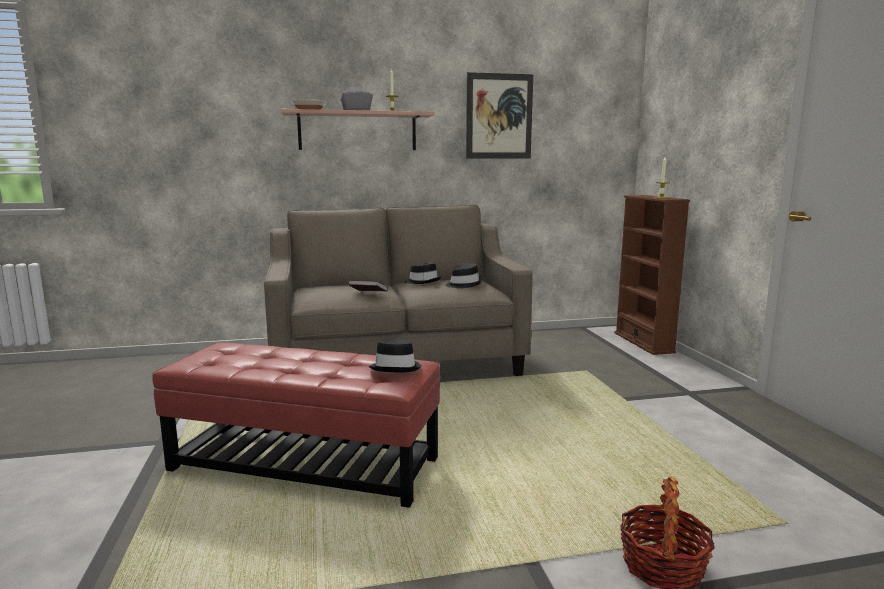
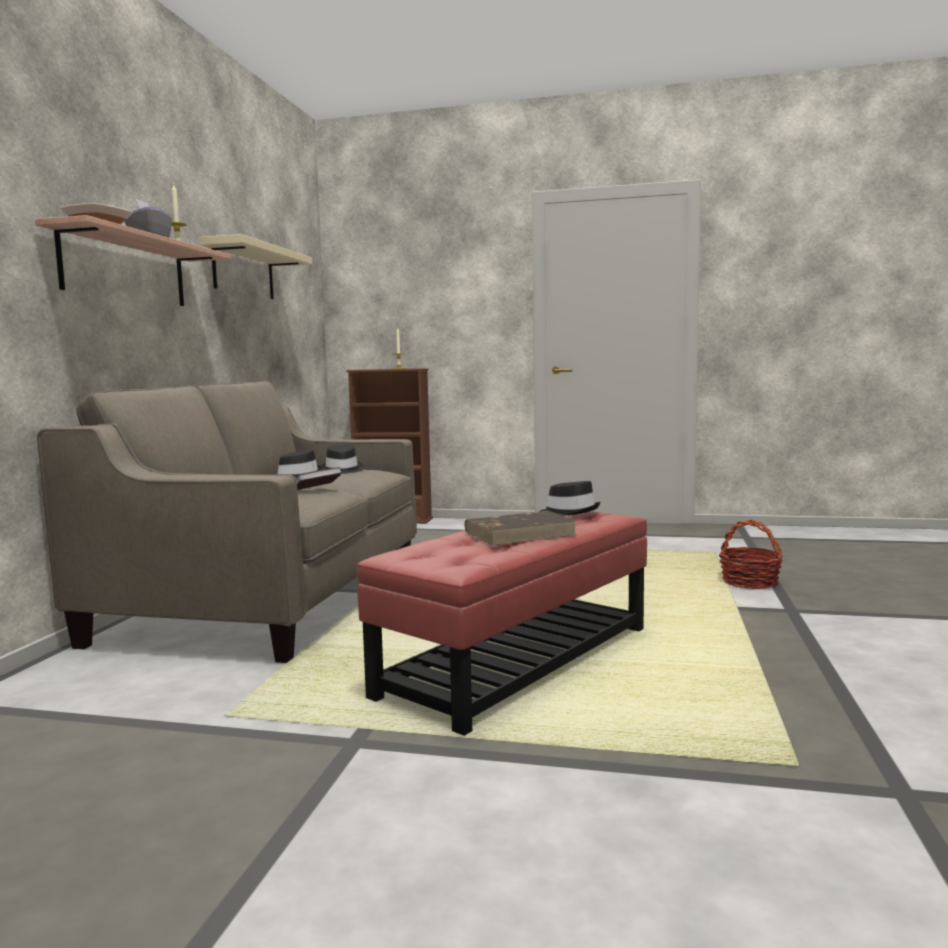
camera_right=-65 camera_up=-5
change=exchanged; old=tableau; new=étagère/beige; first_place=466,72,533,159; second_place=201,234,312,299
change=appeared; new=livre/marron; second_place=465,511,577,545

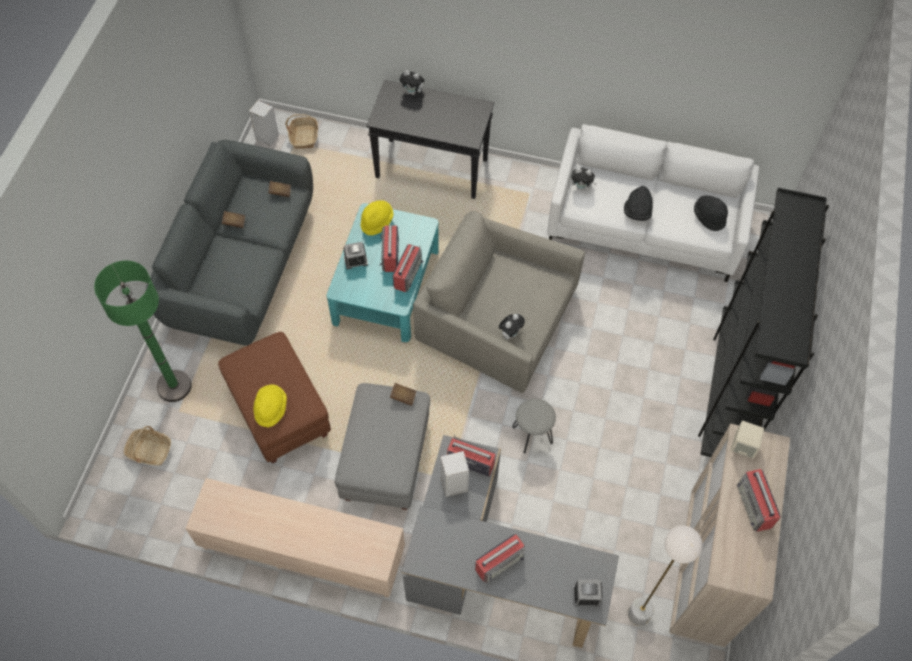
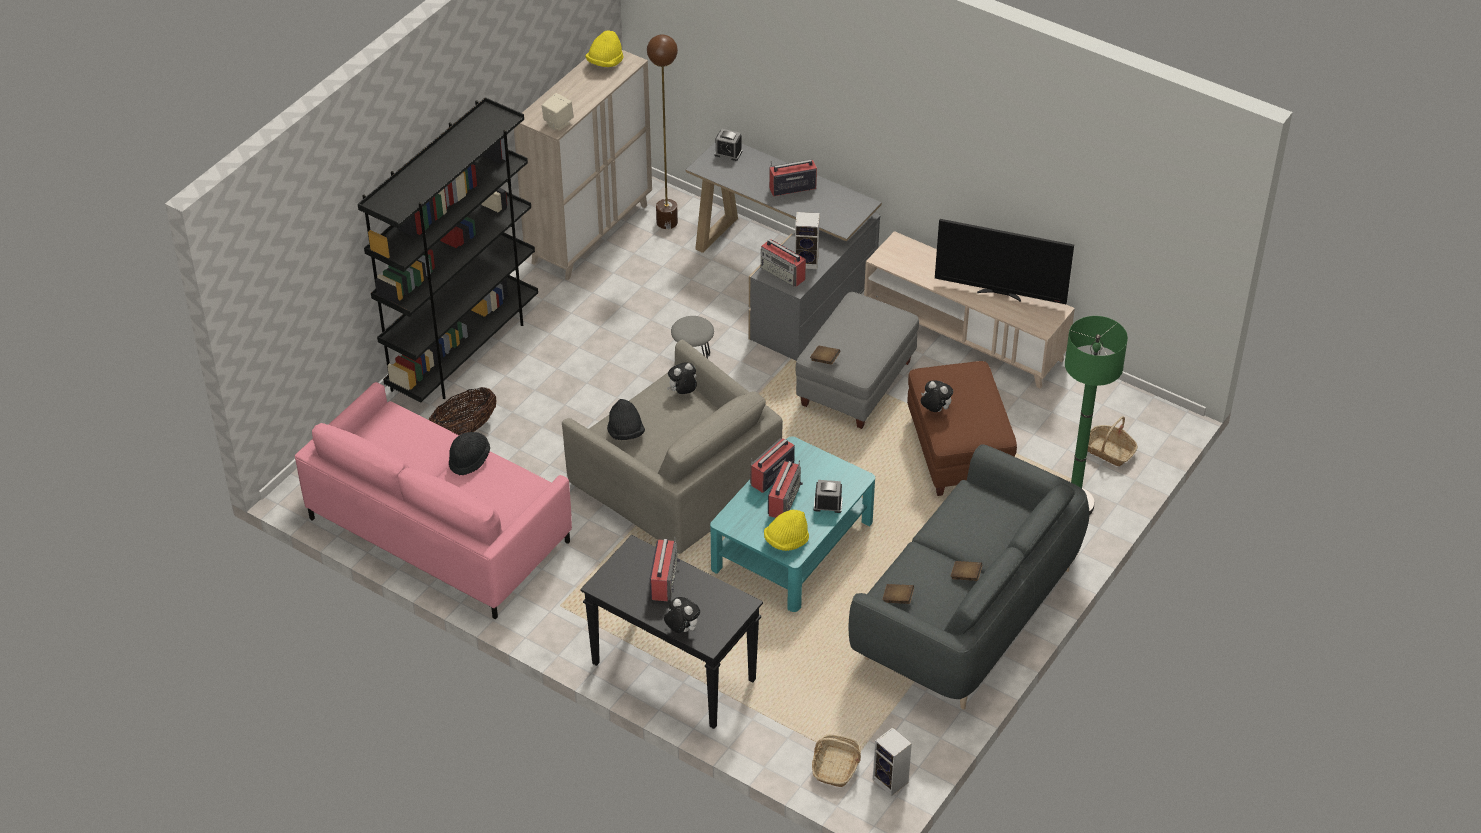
camera_right=-160 camera_up=-15
change=relocated; old=chapeau/jaune; first_place=253,384,287,428; second_place=585,30,623,67
change=colour; old=canapé/blanc; new=canapé/rose; first_place=548,124,759,282; second_place=295,382,572,620
change=relocated; old=peluche; first_place=571,168,597,191; second_place=921,381,953,412
change=colour; old=lampadaire/blanc; new=lampadaire/marron; first_place=628,525,703,626; second_place=647,35,678,229
change=relocated; old=chapeau/noir; first_place=694,195,728,231; second_place=607,399,645,440
change=relocated; old=radio; first_place=737,469,781,532; second_place=650,537,680,601
change=appeared; new=panier; second_place=429,387,497,435
change=appeared; new=téléviseur; second_place=935,219,1074,304

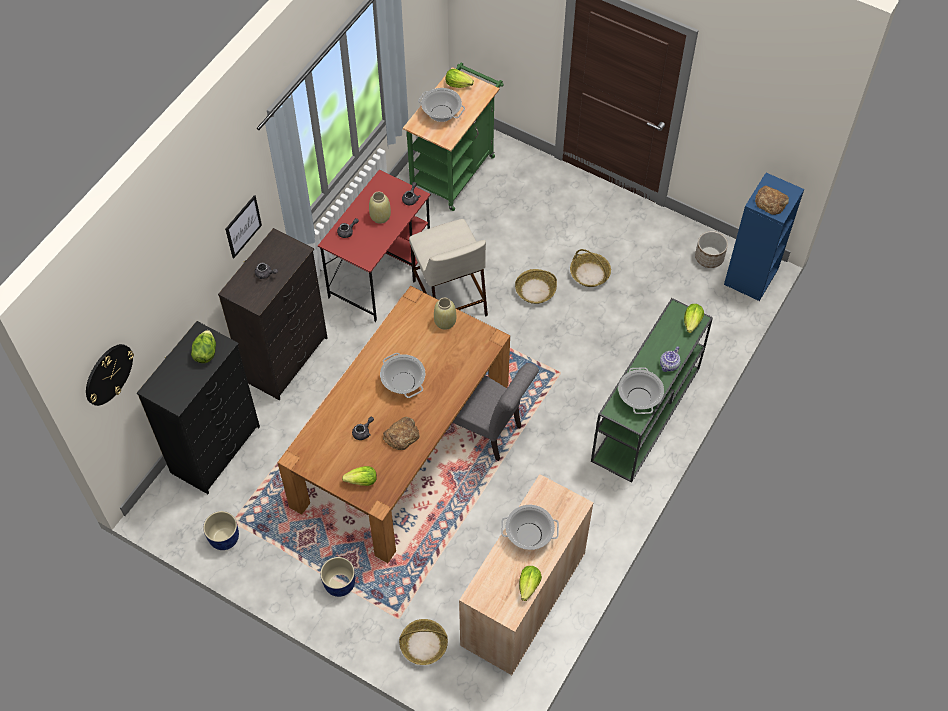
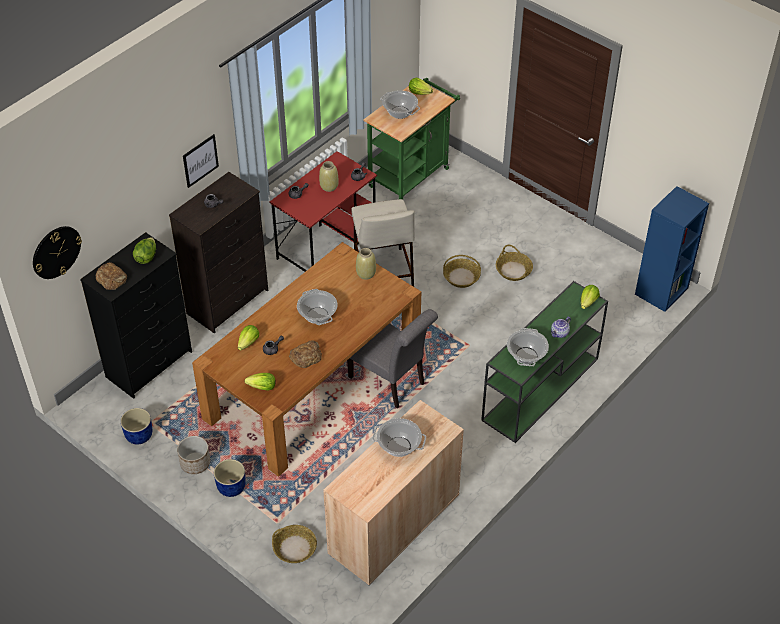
camera_right=10 camera_up=-10
change=relocated; old=laitue; first_place=519,566,542,601; second_place=238,325,259,351
change=relocated; old=cache-pot; first_place=695,231,728,268; second_place=177,436,210,474
change=relocated; old=pain; first_place=755,186,789,215; second_place=96,262,127,290

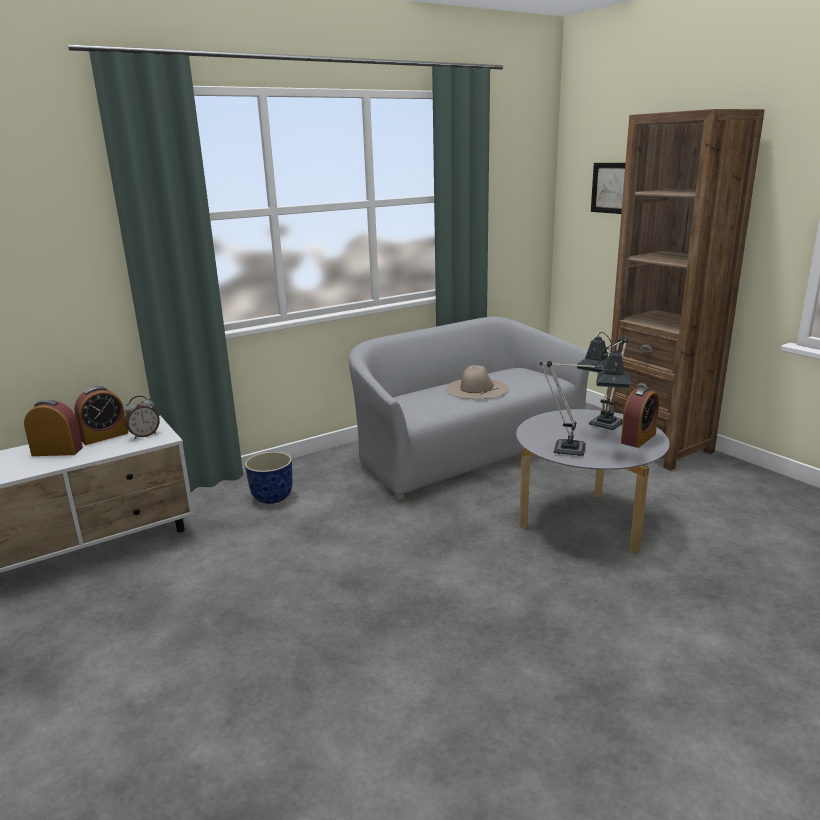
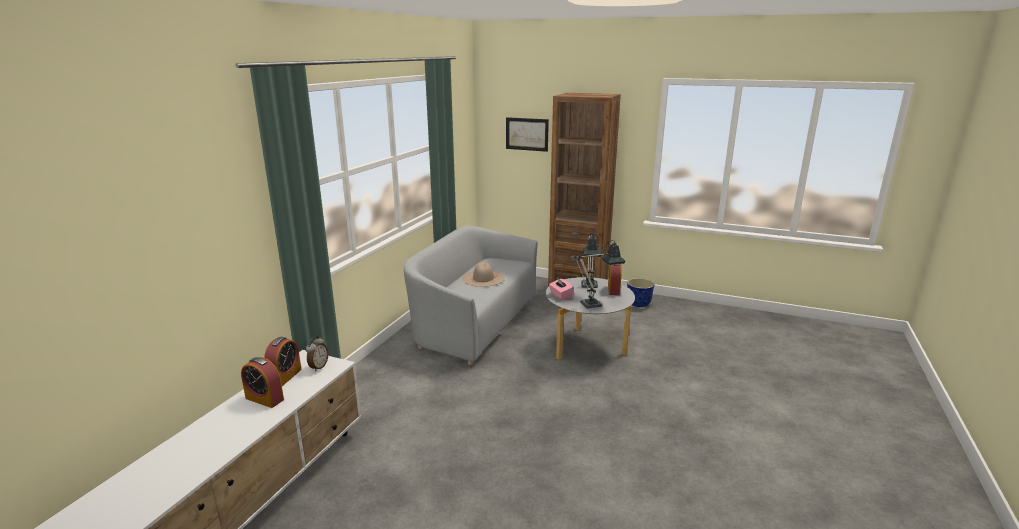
camera_right=-35 camera_up=0
change=spun; old=réveil; first_place=24,399,83,456; second_place=241,357,284,408; degrees=-120
change=relocated; old=cache-pot; first_place=245,452,292,504; second_place=627,278,654,307
change=appeared; new=boîte à mouchoirs/rose; second_place=549,278,574,300

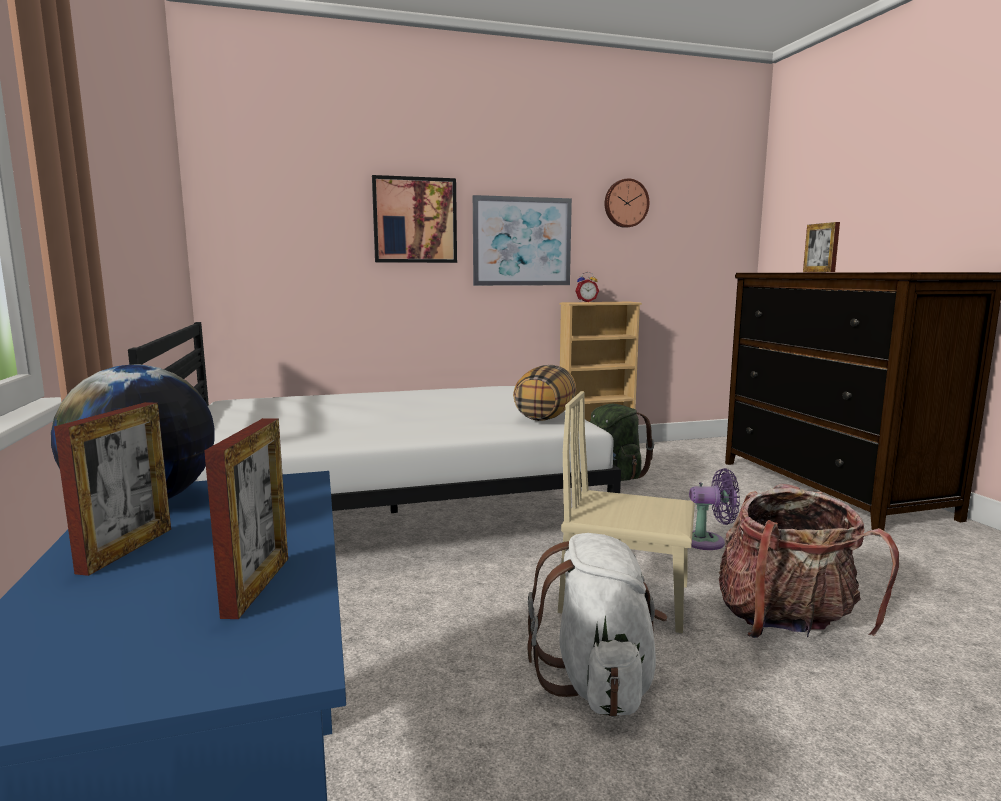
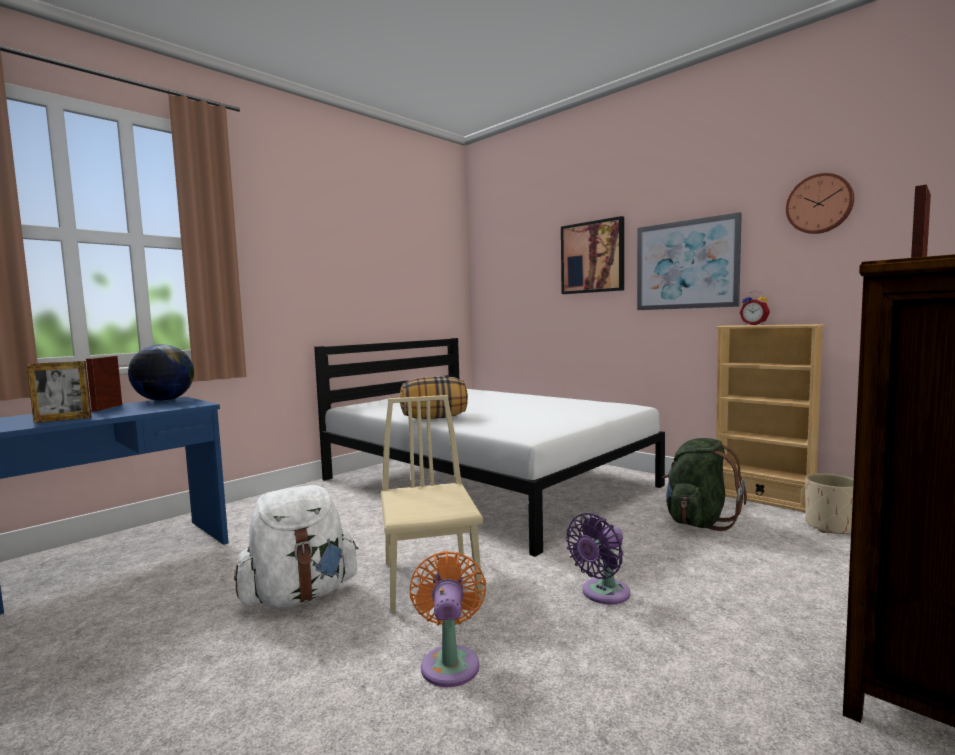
camera_right=60 camera_up=-5
change=spun; old=cadre photo; first_place=54,402,171,576; second_place=86,356,122,412; degrees=105
change=relocated; old=coussin; first_place=513,365,576,421; second_place=400,376,468,419
change=spun; old=ventilateur/violet; first_place=689,468,740,550; second_place=565,513,630,605; degrees=75
change=exchanged; old=sac à dos; new=ventilateur/orange; first_place=718,484,899,638; second_place=410,551,486,687
change=appeared; new=cache-pot/beige; second_place=805,473,854,534

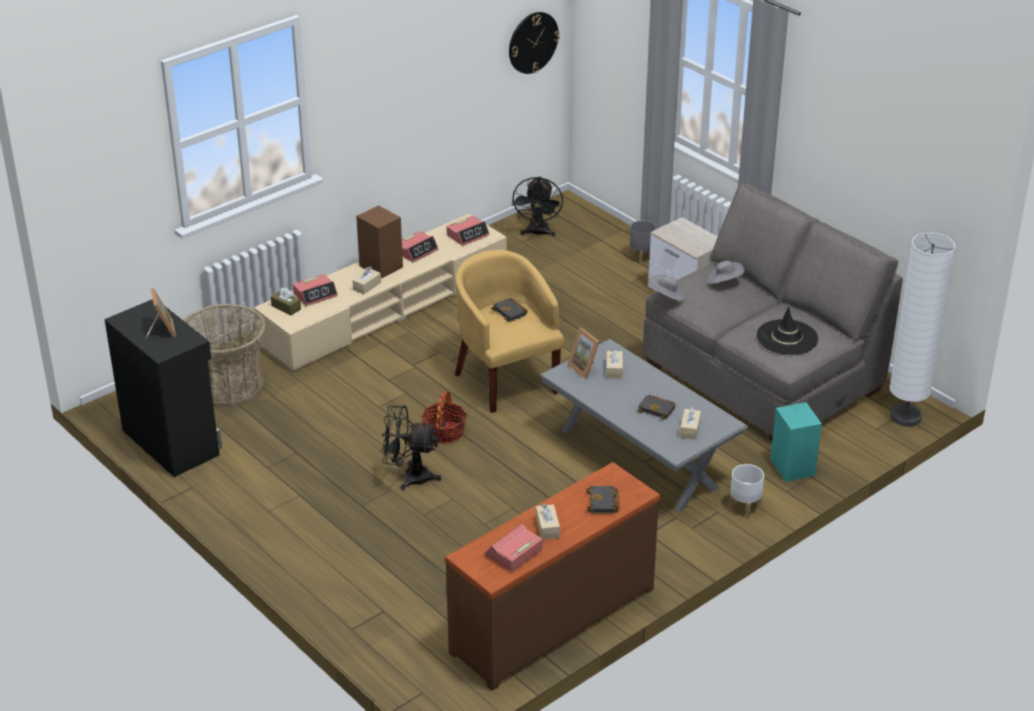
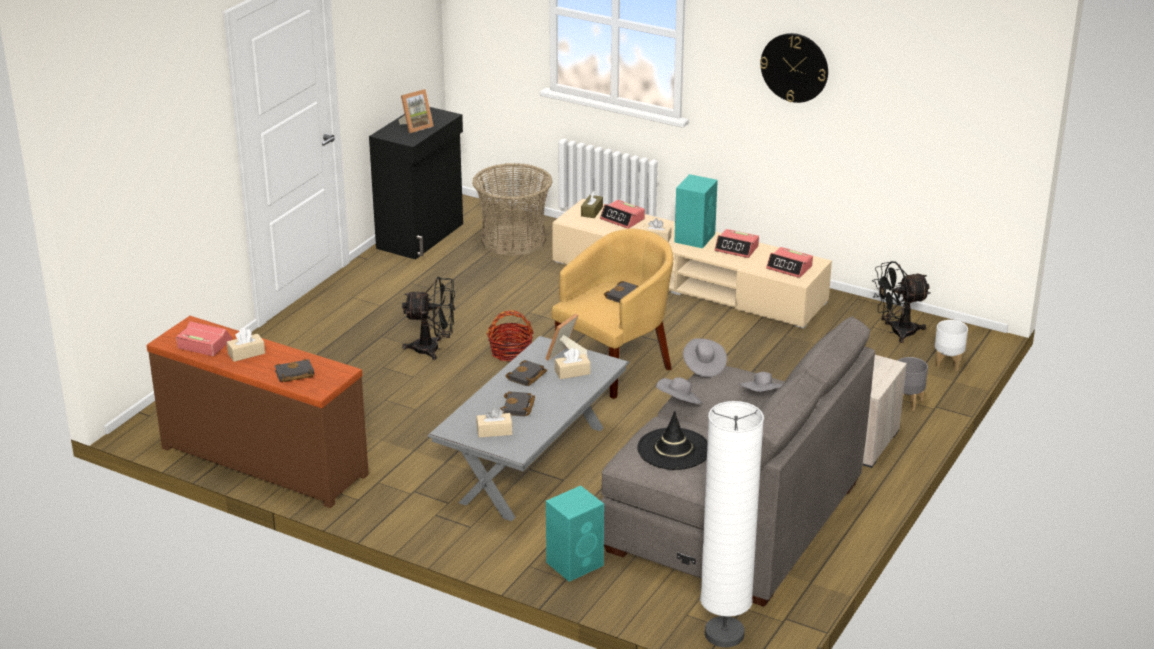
camera_right=70 camera_up=-5
change=colour; old=enceinte/marron; new=enceinte/turquoise; first_place=356,205,403,279; second_place=674,174,718,248
change=spun; old=ventilateur/noir; first_place=381,405,442,490; second_place=402,276,455,360; degrees=105
change=relocated; old=horloge murale; first_place=509,12,560,74; second_place=760,33,828,103
change=relocated; old=cache-pot/blanc; first_place=729,464,764,518; second_place=935,320,968,371
change=appeared; new=livre/noir; second_place=505,360,547,386
change=appeared; new=chapeau/gris; second_place=656,377,702,404

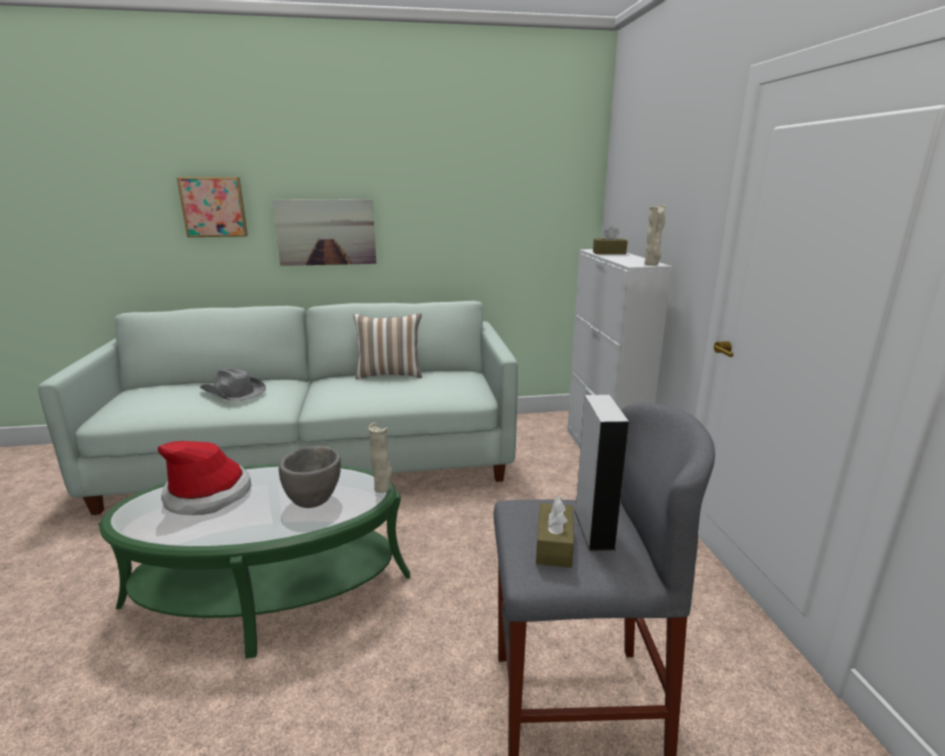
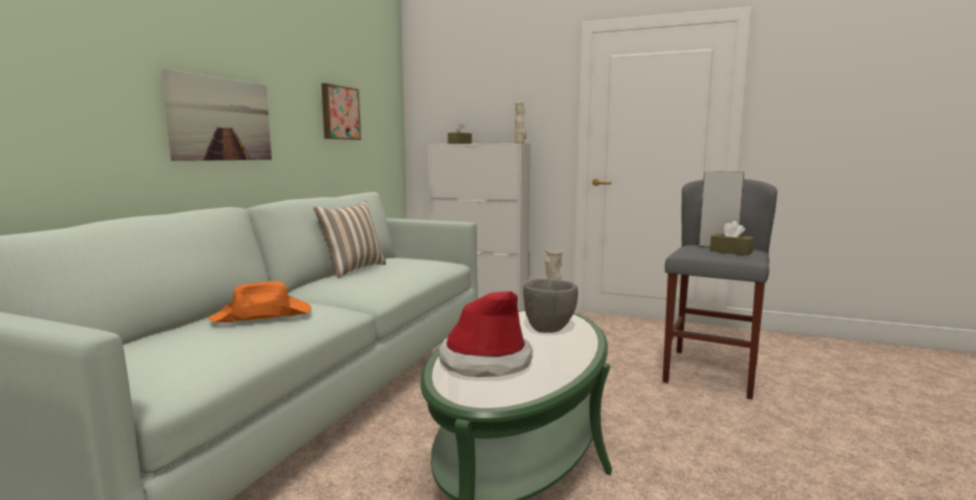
camera_right=-60 camera_up=-10
change=relocated; old=tableau; first_place=177,177,248,237; second_place=321,83,361,140
change=colour; old=chapeau/gris; new=chapeau/orange; first_place=200,368,266,402; second_place=209,281,311,322

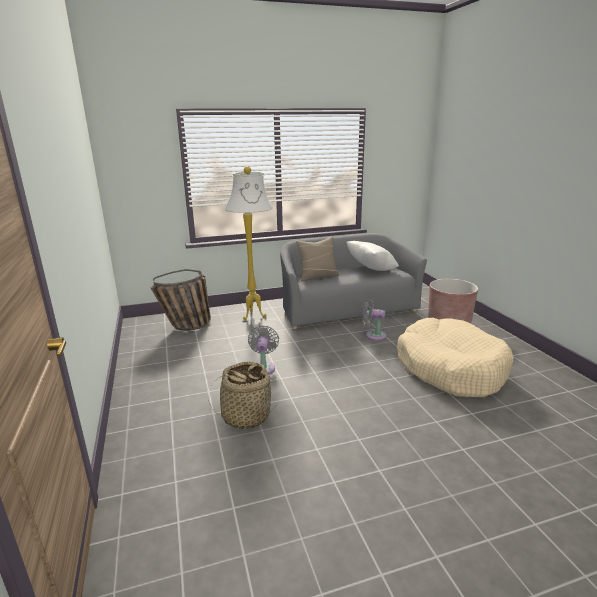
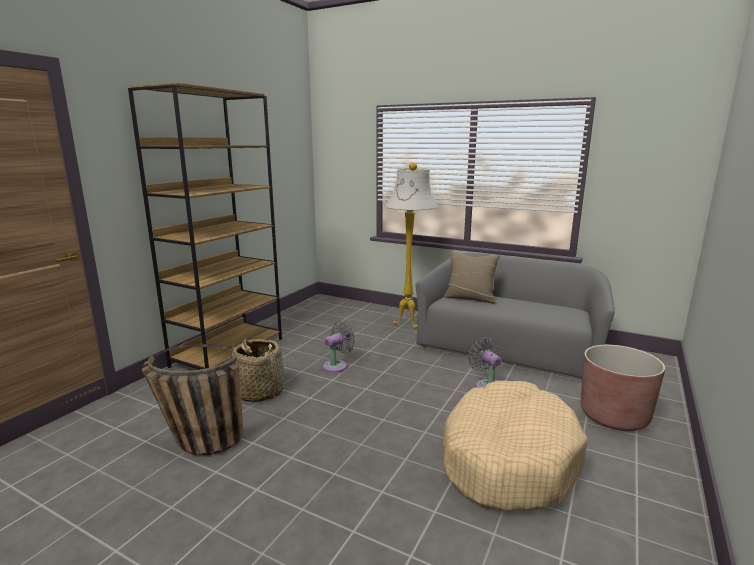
camera_right=45 camera_up=-5
change=relocated; old=panier; first_place=150,269,211,331; second_place=142,344,244,455
change=missing; old=coussin/blanc; first_place=347,241,399,271
change=appeared; new=bibliothèque/marron; second_place=128,82,282,370

